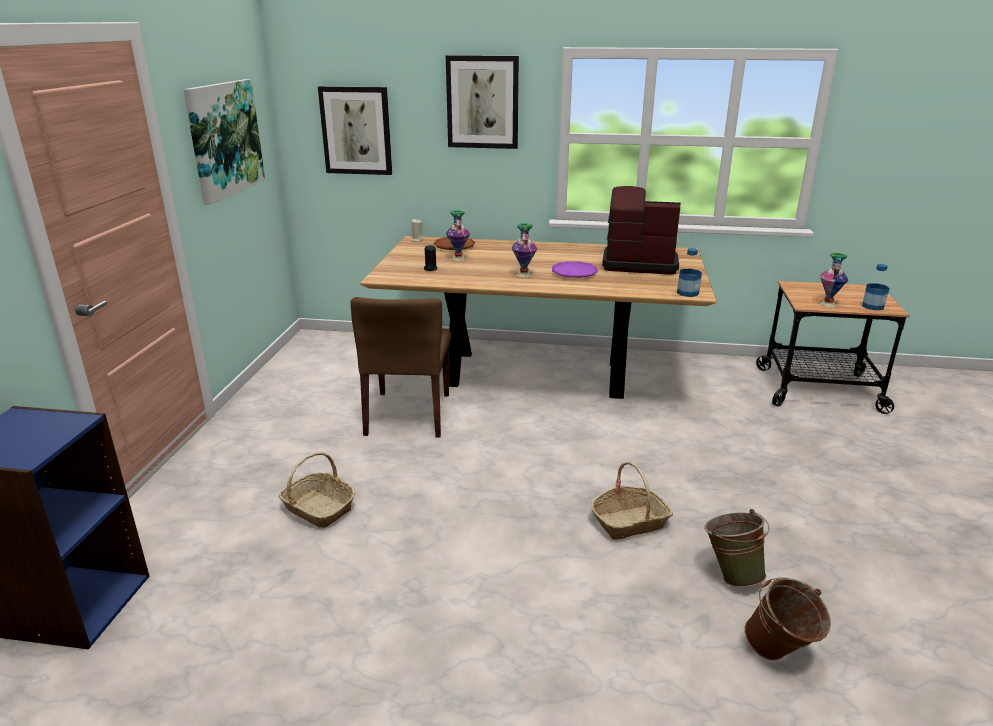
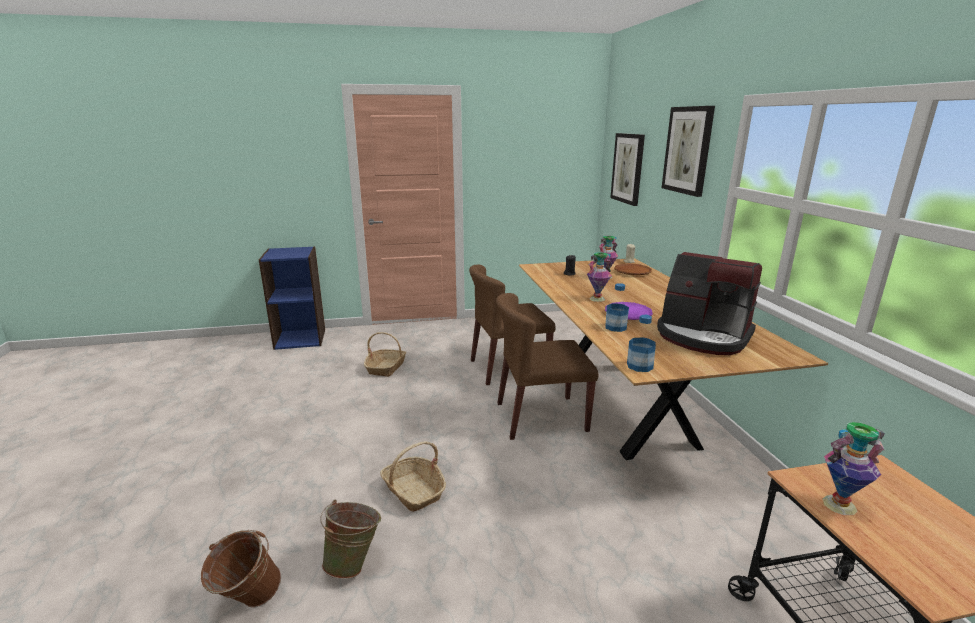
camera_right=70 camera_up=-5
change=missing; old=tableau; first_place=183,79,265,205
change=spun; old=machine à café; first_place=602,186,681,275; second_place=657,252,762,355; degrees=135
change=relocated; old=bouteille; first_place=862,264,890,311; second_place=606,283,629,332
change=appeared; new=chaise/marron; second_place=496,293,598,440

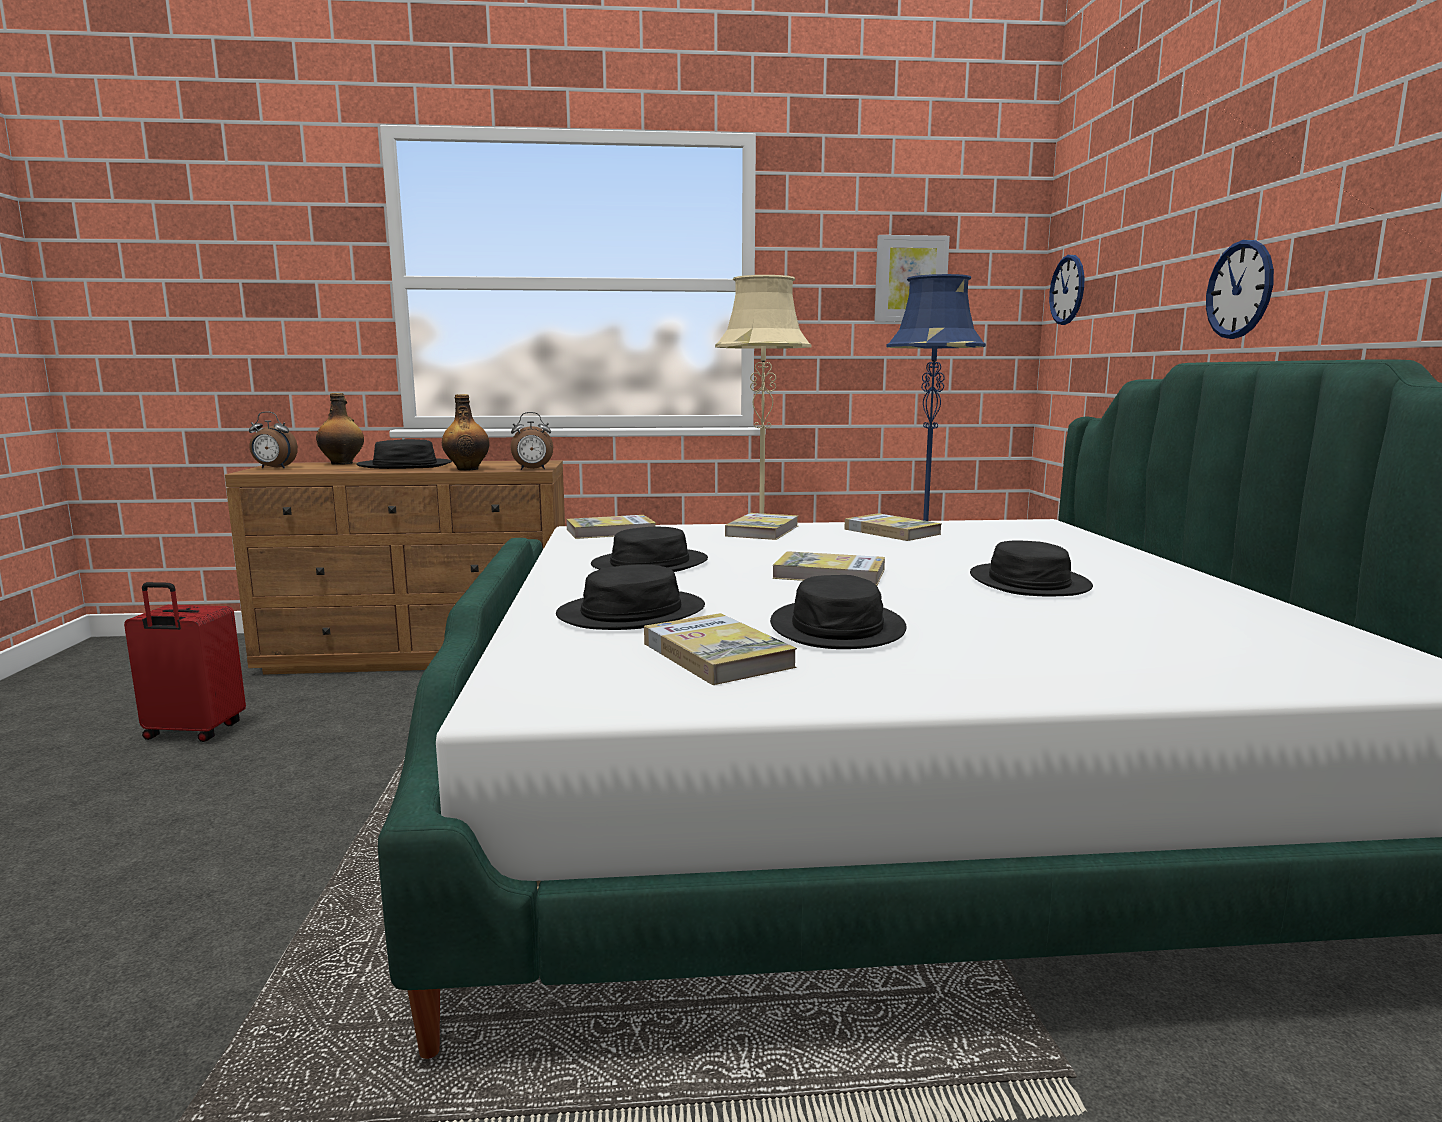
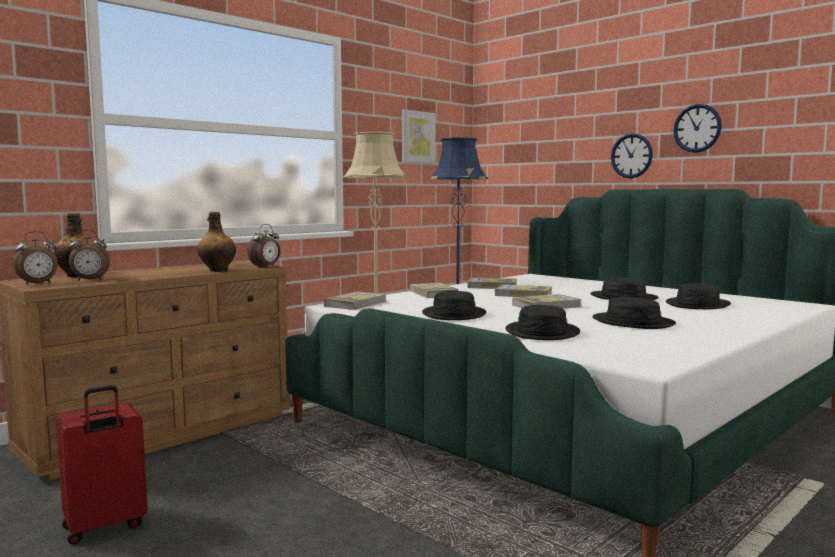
camera_right=-40 camera_up=-5
change=relocated; old=chapeau/noir; first_place=357,439,452,469; second_place=666,283,731,309
change=relocated; old=livre; first_place=644,613,797,685; second_place=495,284,552,297
change=relocated; old=horloge murale; first_place=1049,255,1084,325; second_place=673,104,722,153
change=appeared; new=réveil; second_place=68,230,110,281

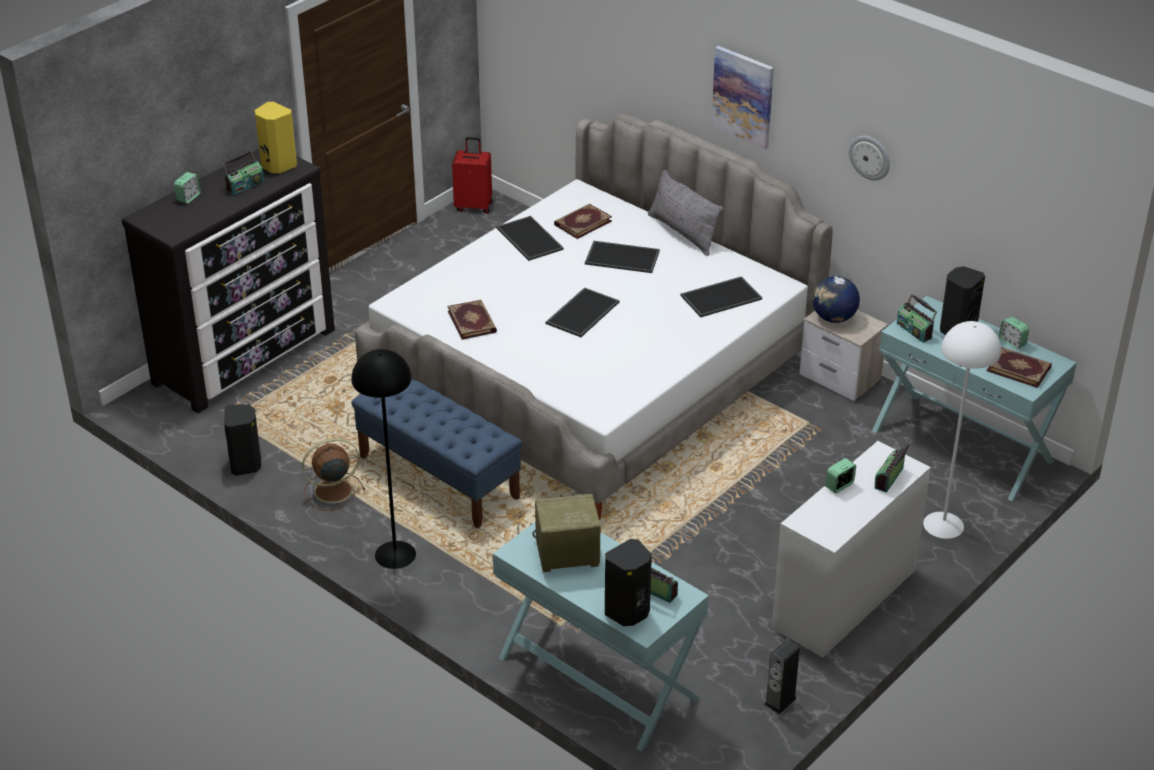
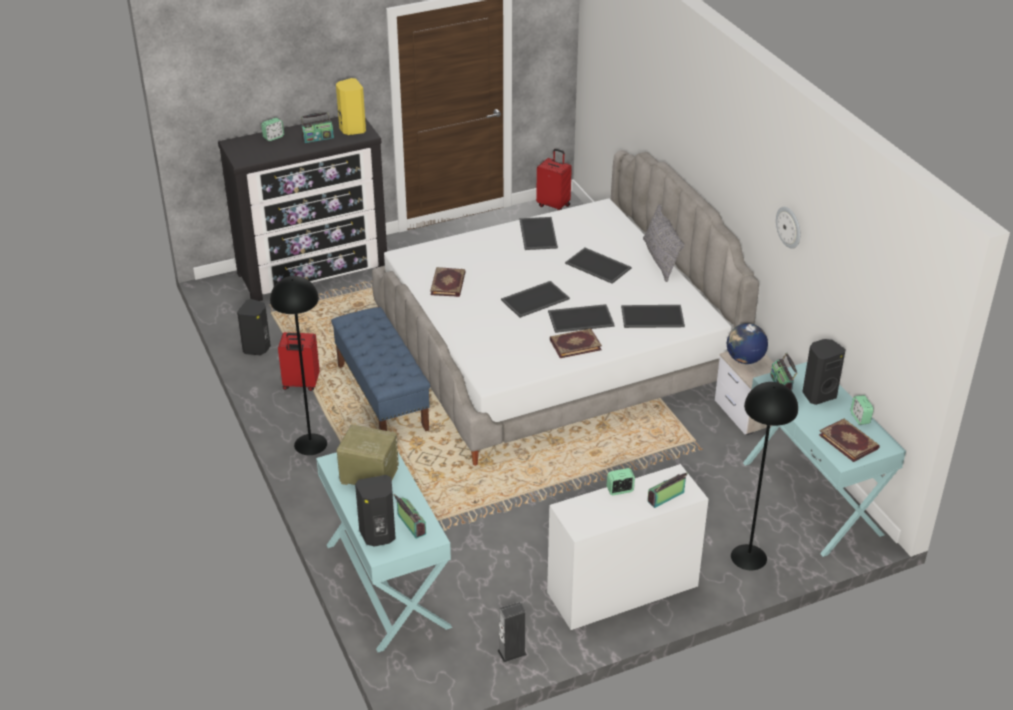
camera_right=25 camera_up=0
change=exchanged; old=ventilateur/marron; new=valise/rouge; first_place=302,438,365,511; second_place=278,332,320,391
change=relocated; old=livre; first_place=554,204,612,239; second_place=550,329,602,358
change=missing; old=tableau; first_place=711,46,774,150
change=colour; old=lampadaire/blanc; new=lampadaire/noir; first_place=923,321,1001,539; second_place=731,382,798,570
change=appeared; new=plateau; second_place=548,304,615,333

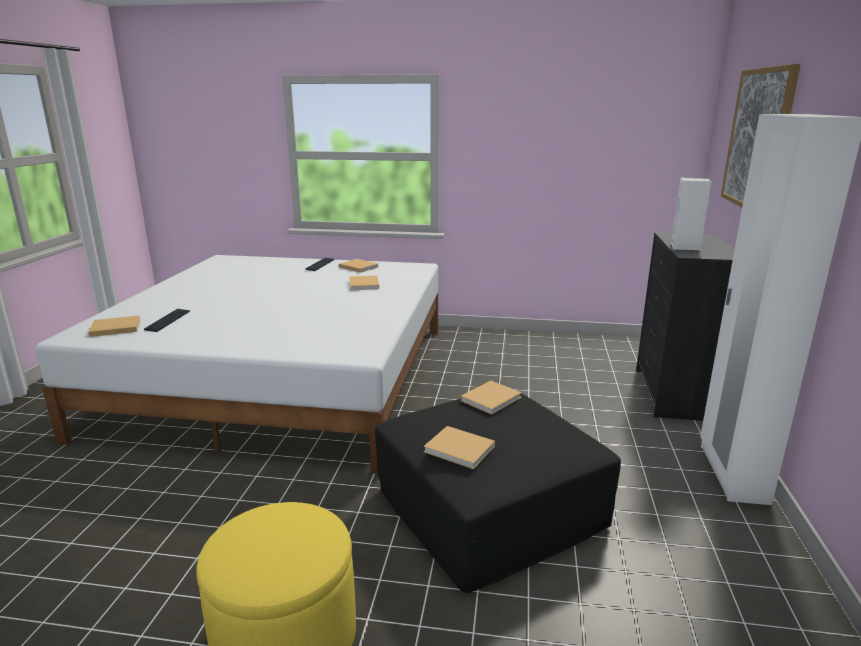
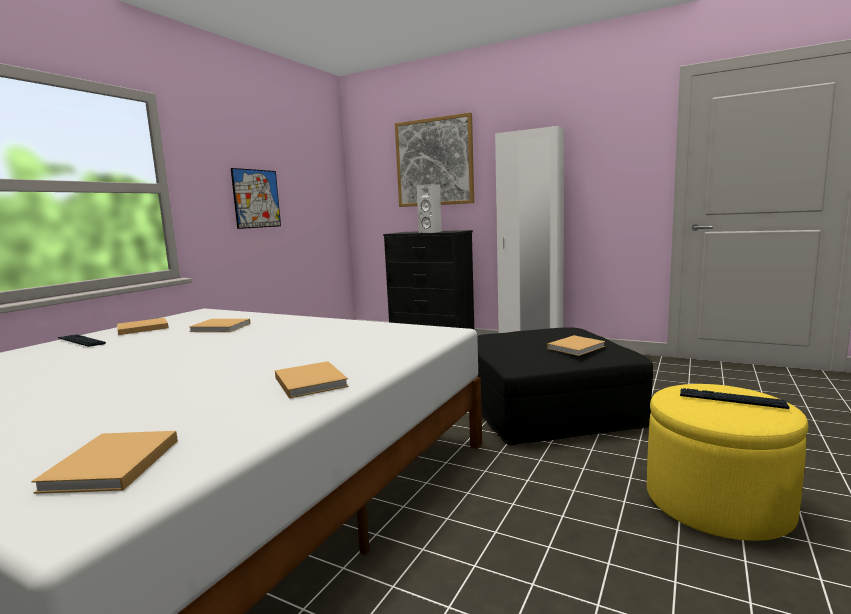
camera_right=-70 camera_up=-10
change=relocated; old=clavier; first_place=144,309,191,332; second_place=680,388,789,409
change=relocated; old=livre/beige; first_place=460,381,522,415; second_place=275,361,349,399
change=appeared; new=tableau; second_place=231,168,281,229

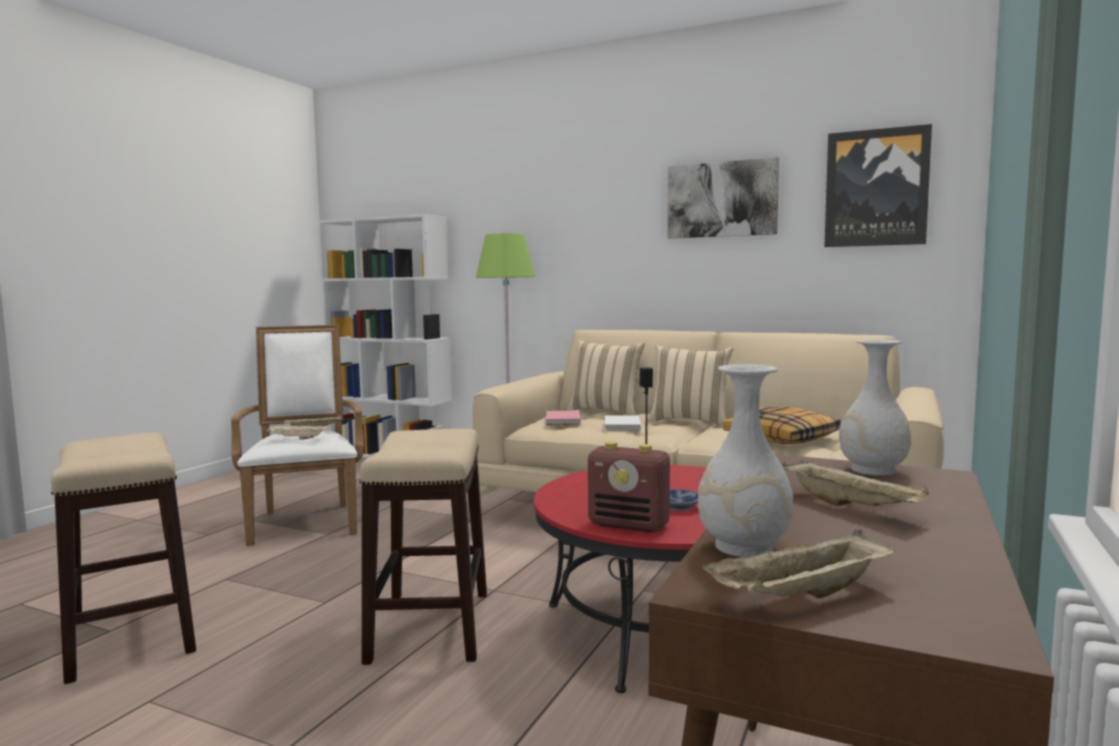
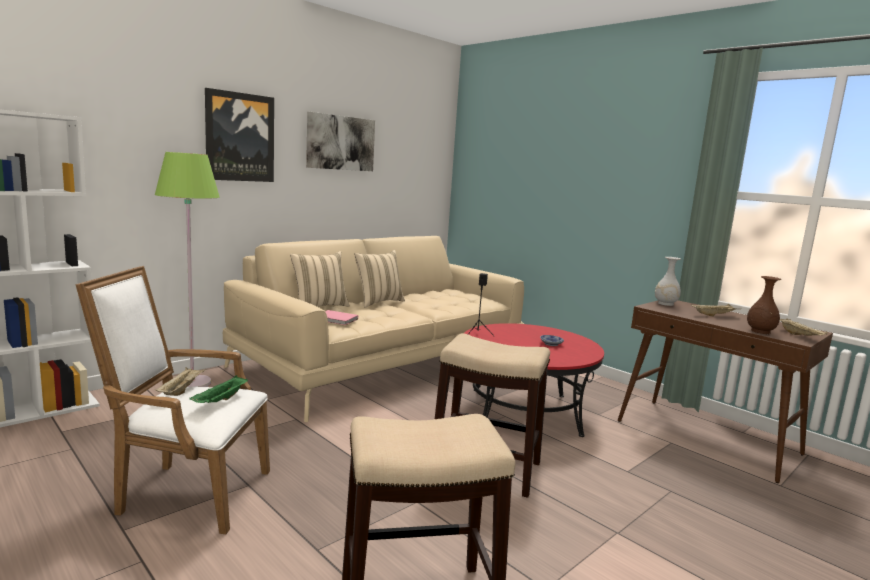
camera_right=-70 camera_up=5
change=colour; old=plateau/beige; new=plateau/vert; first_place=267,426,330,440; second_place=189,375,248,403
change=missing; old=radio; first_place=588,441,670,532
change=missing; old=livre/blanc; first_place=605,416,641,430
change=colour; old=vase/blanc; new=vase/marron; first_place=698,364,793,557; second_place=747,276,781,334
change=missing; old=coussin; first_place=723,407,841,444
change=relocated; old=tableau; first_place=824,124,932,247; second_place=205,88,274,182

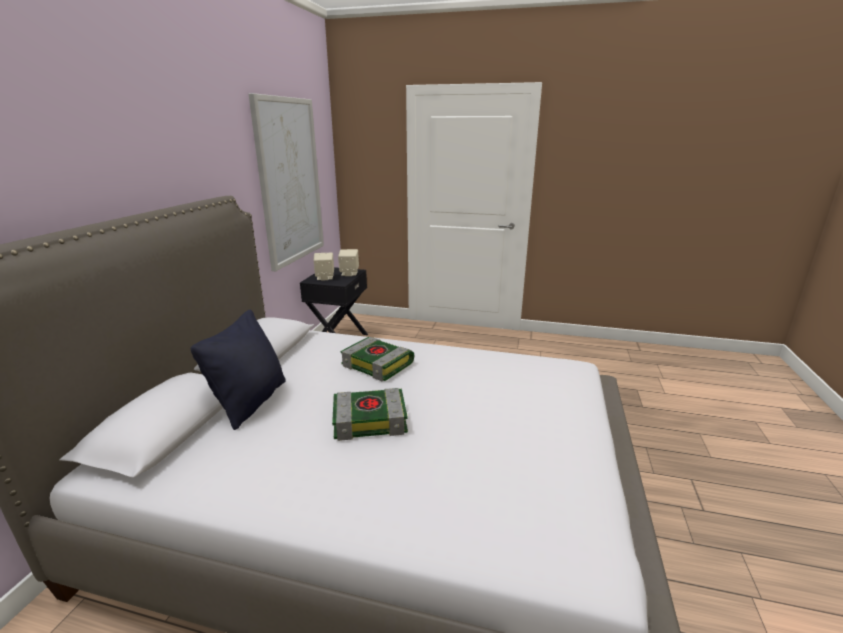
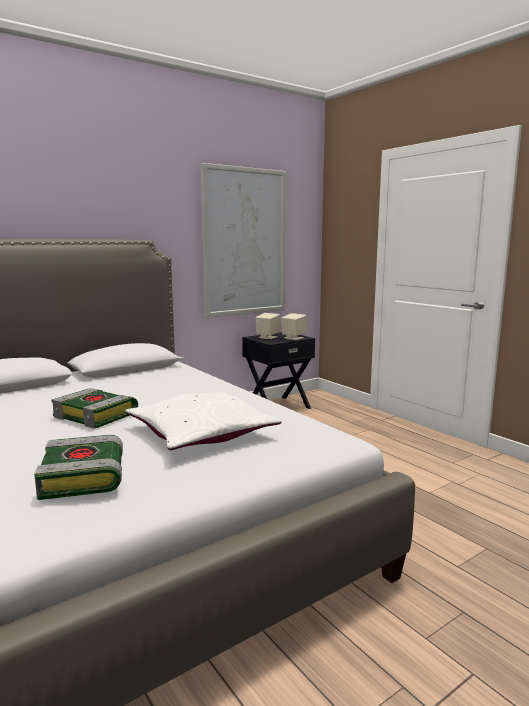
camera_right=40 camera_up=-10
change=missing; old=coussin/noir; first_place=191,310,286,430
change=relocated; old=livre; first_place=341,337,414,381; second_place=34,435,123,500
change=appeared; new=coussin/blanc; second_place=125,391,282,450

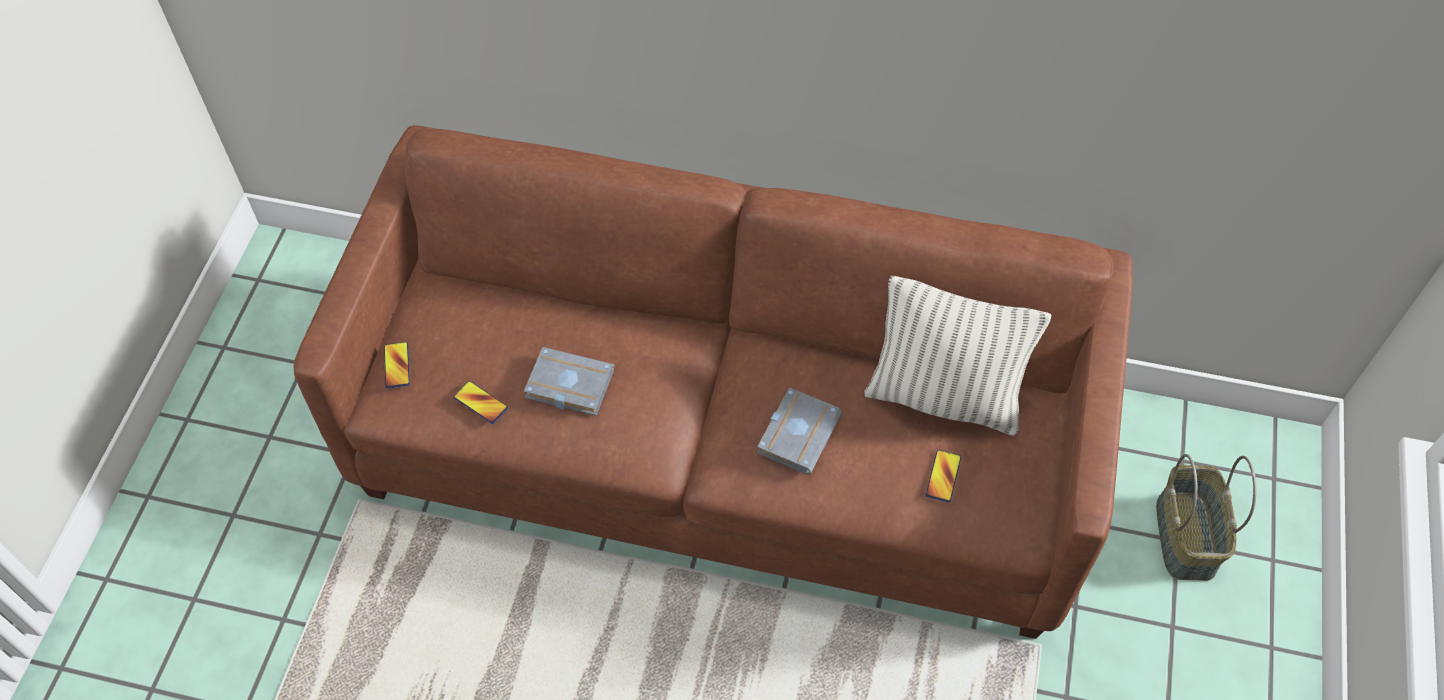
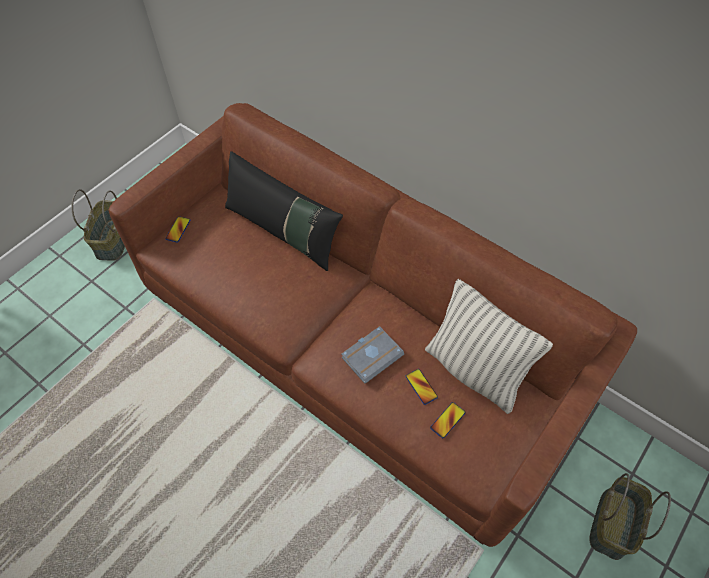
camera_right=25 camera_up=0
change=relocated; old=téléphone; first_place=454,381,508,424; second_place=406,369,438,405
change=missing; old=livre/gris; first_place=524,347,614,416
change=appeared; new=panier; second_place=71,189,125,261
change=appeared; new=coussin/noir; second_place=225,151,343,271

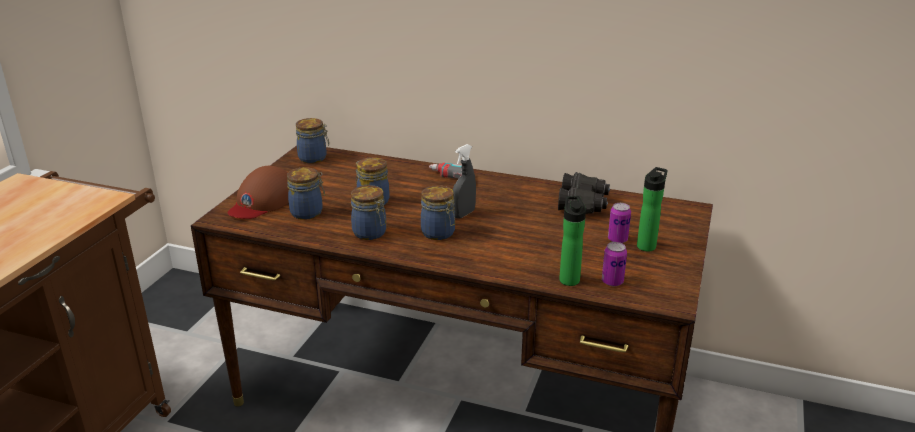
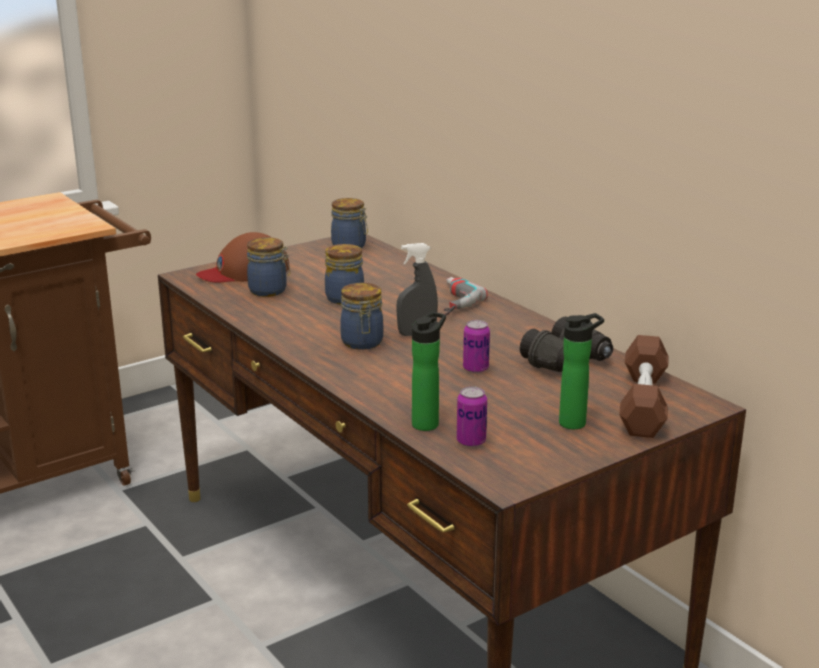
camera_right=35 camera_up=-5
change=missing; old=bocal; first_place=351,185,386,240
change=relocated; old=boîte métallique; first_place=608,203,631,243; second_place=463,320,490,373
change=appeared; new=haltère/marron; second_place=619,335,668,438

